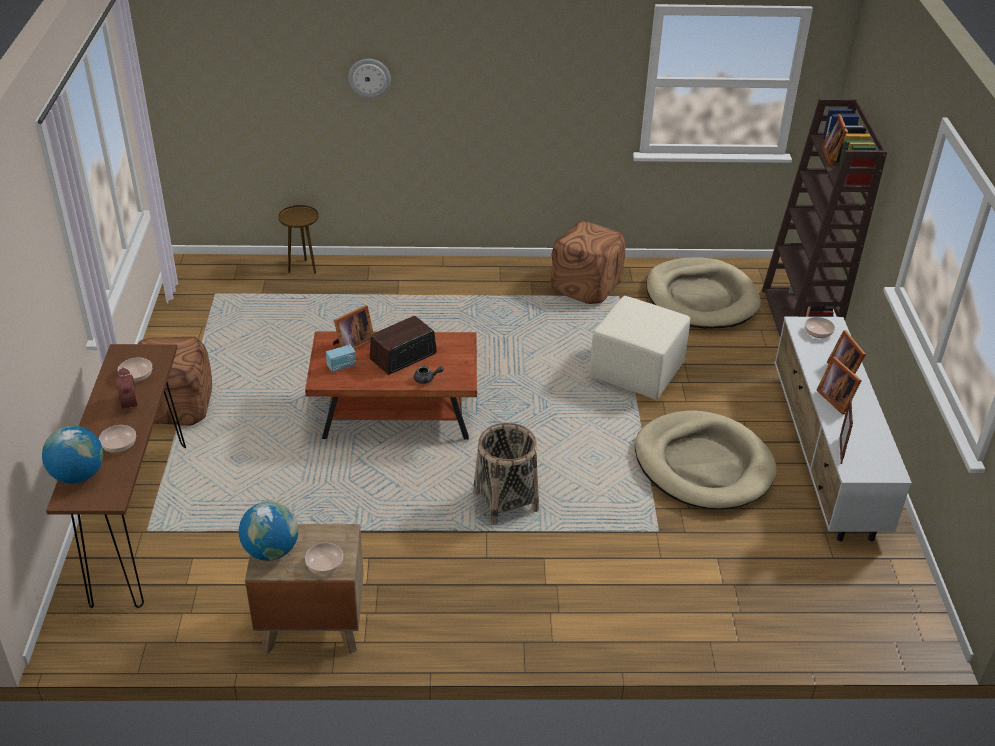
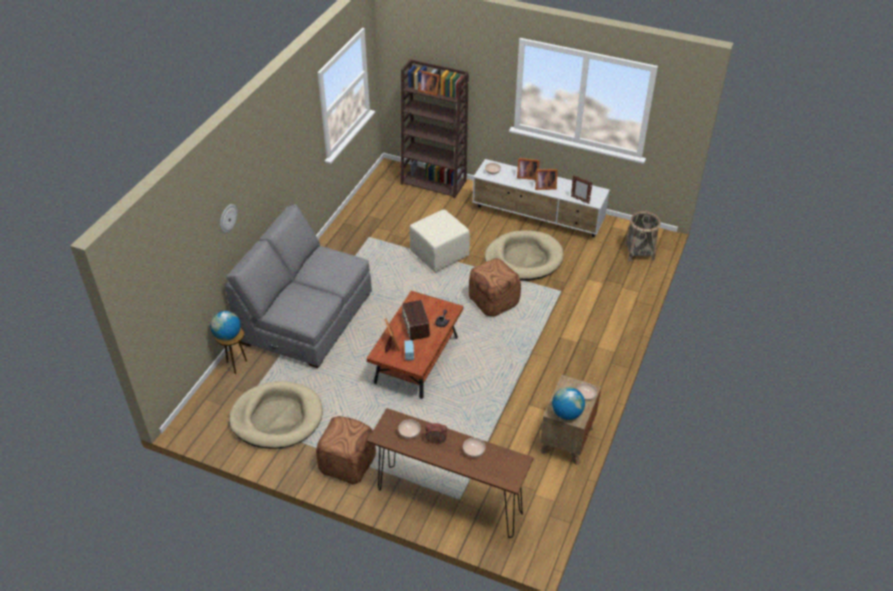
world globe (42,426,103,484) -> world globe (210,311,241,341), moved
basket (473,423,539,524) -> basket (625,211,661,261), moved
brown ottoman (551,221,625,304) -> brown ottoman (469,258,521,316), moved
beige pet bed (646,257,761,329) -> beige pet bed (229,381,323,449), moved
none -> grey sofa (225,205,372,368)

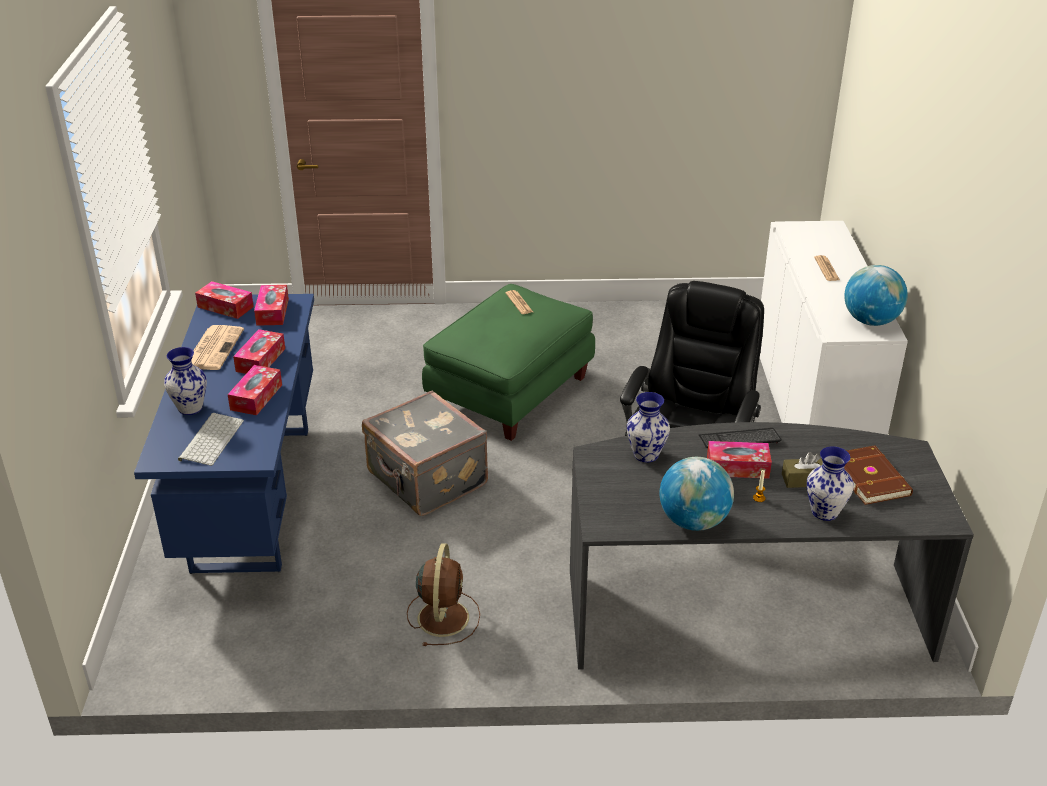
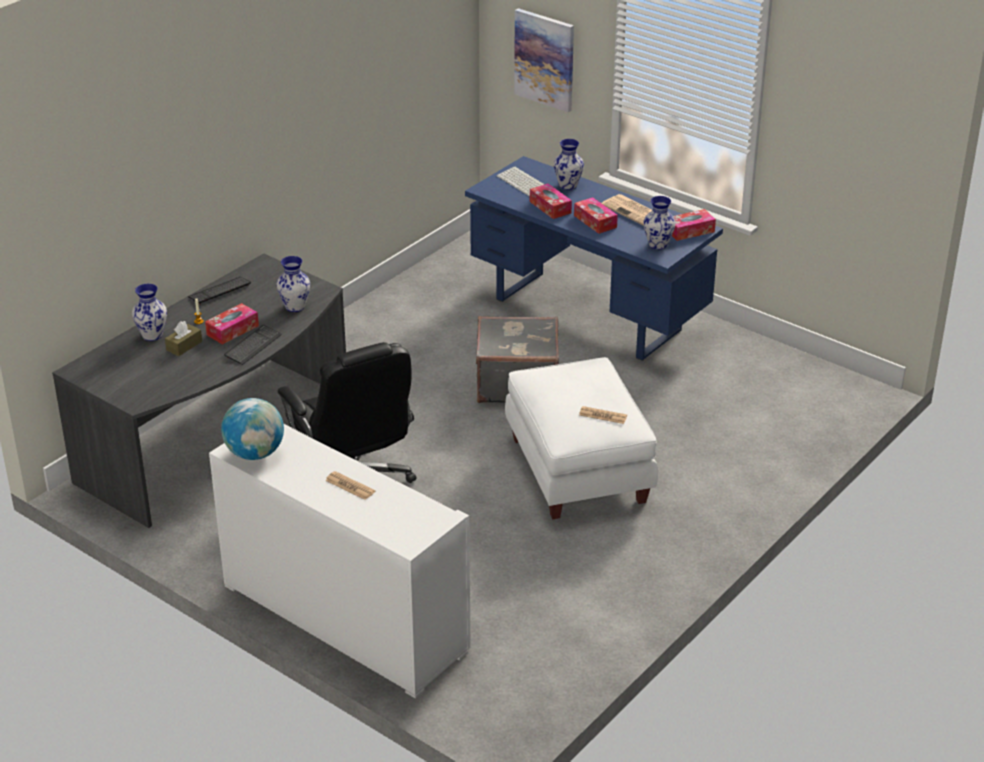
tissue box (254,285,289,326) -> decorative vase (643,196,676,250)
brown cooling fan (407,543,480,646) -> none
greenish ottoman (422,284,595,441) -> white-coloured ottoman (505,357,658,519)
world globe (660,457,734,531) -> keyboard (188,277,251,304)
brown volume (844,445,913,505) -> none
none -> picture (514,8,574,112)

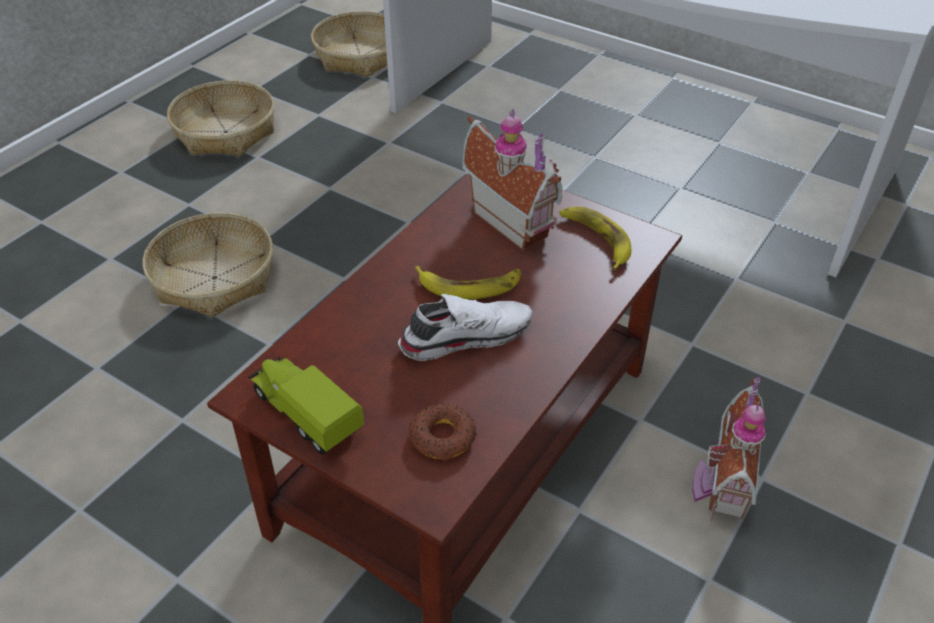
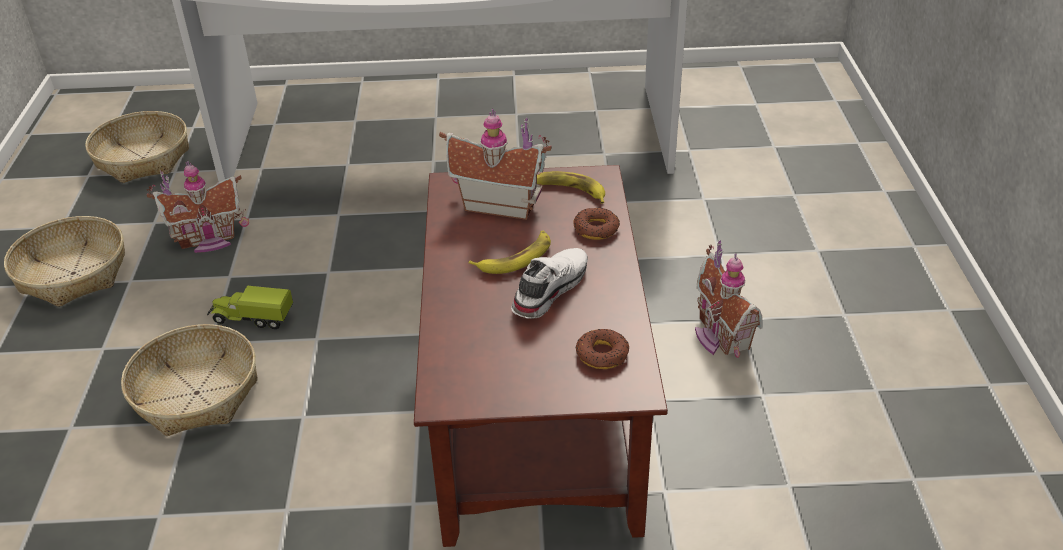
toy lorry (248,357,364,455) -> toy lorry (207,286,293,329), moved
none -> model house (147,161,249,253)
none -> doughnut (573,208,620,240)

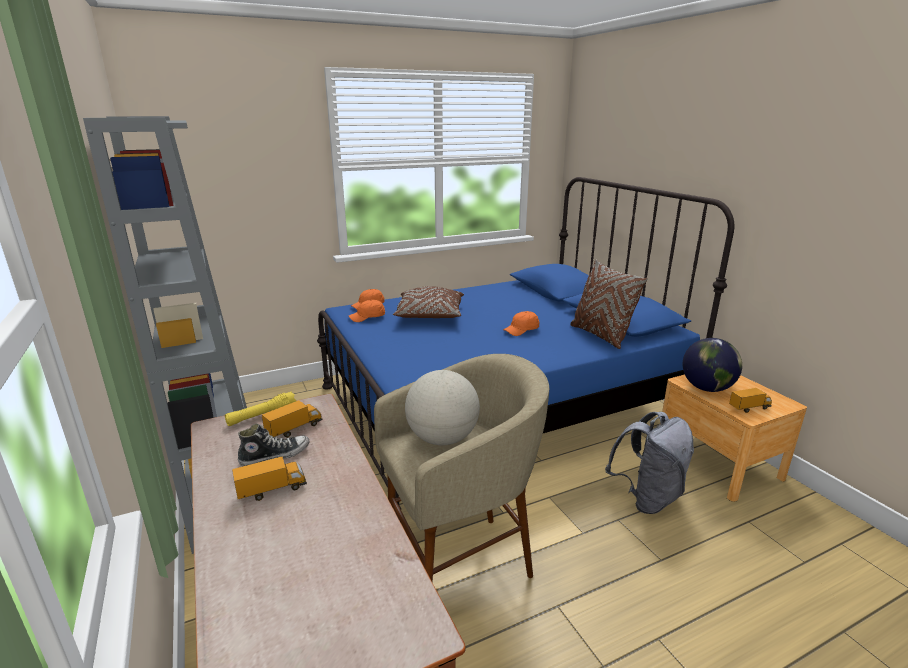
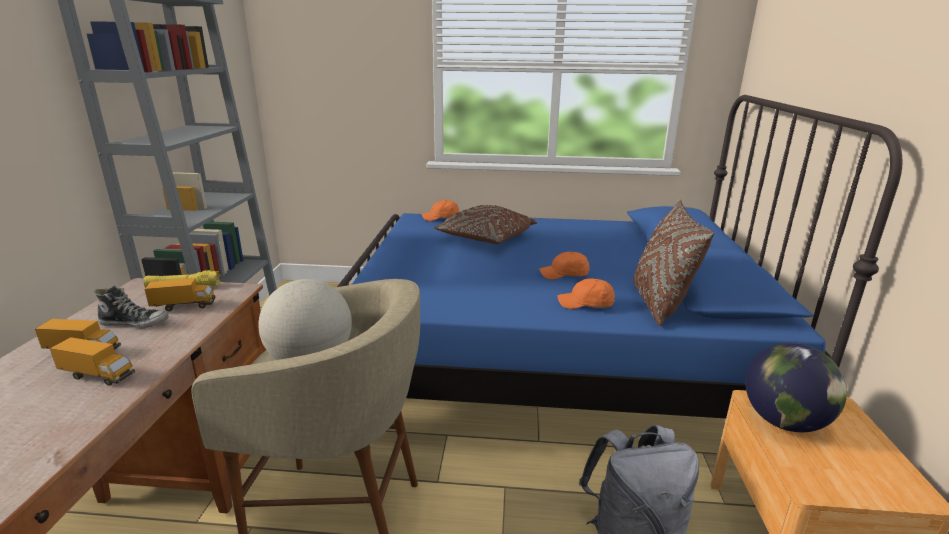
orange-coloured cap (349,300,385,322) -> orange-coloured cap (557,278,615,309), moved
toy lorry (729,388,772,413) -> toy lorry (50,337,135,386), moved

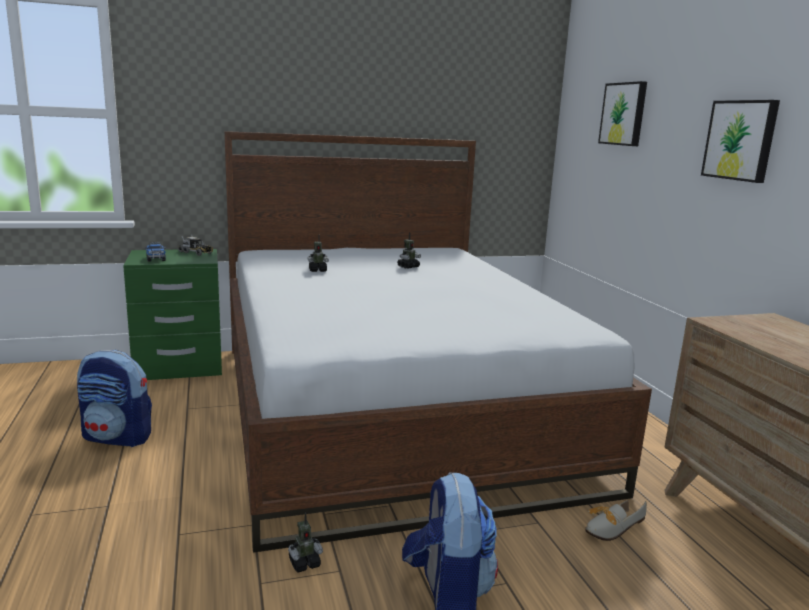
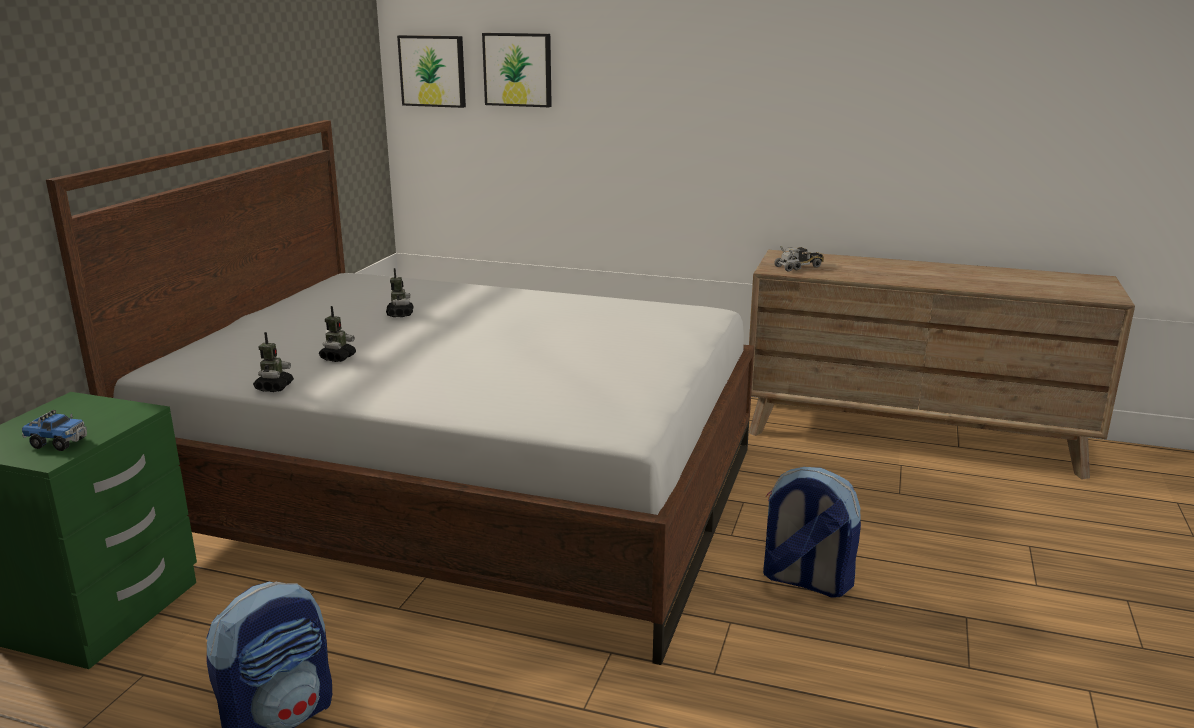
toy lorry (178,235,213,256) -> toy lorry (774,246,824,272), moved
toy robot (288,513,323,572) -> toy robot (253,332,294,392), moved
low shoe (585,500,647,541) -> none
picture (701,100,780,183) -> picture (397,35,466,108), moved

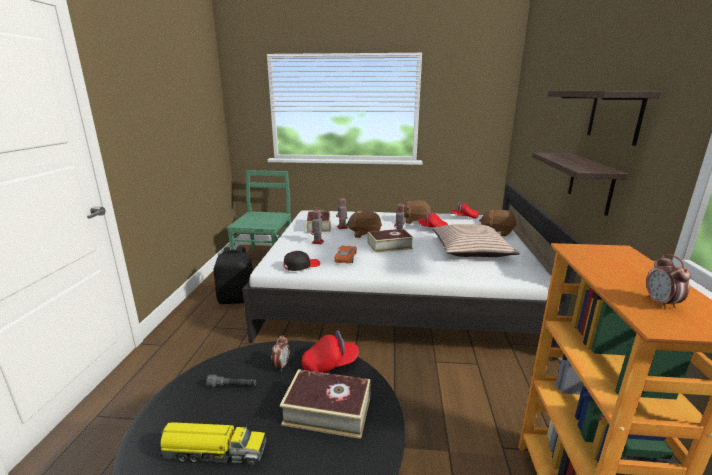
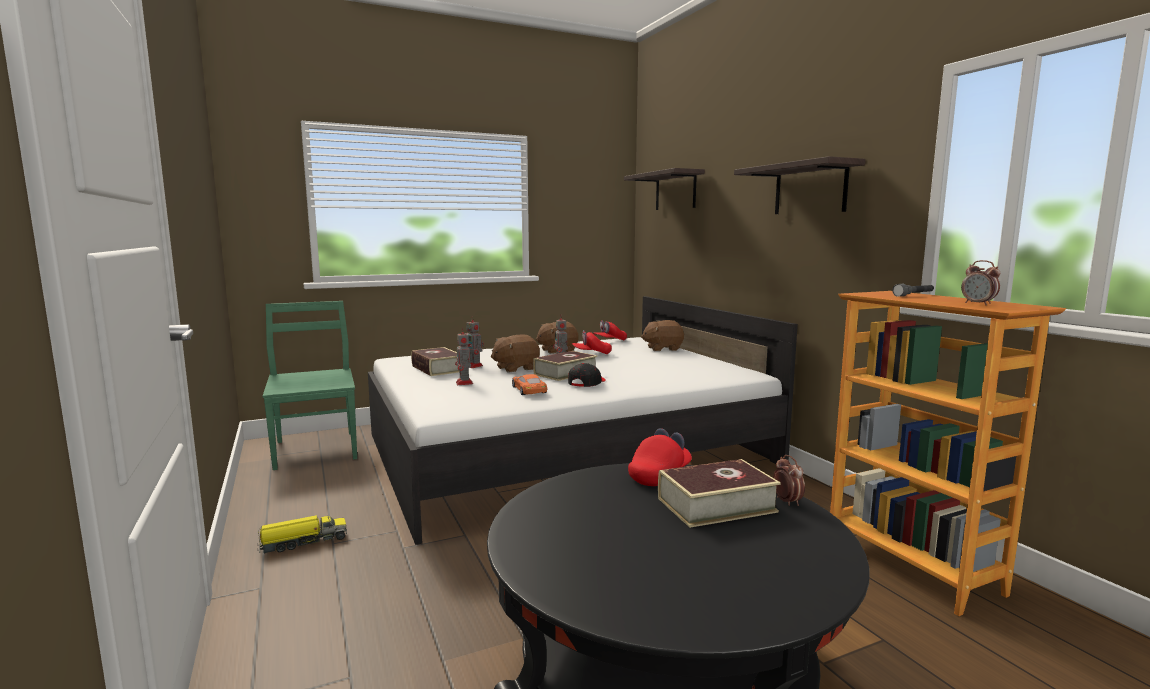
toy lorry (159,422,266,466) -> toy lorry (257,515,347,553), moved
grey hand torch (206,375,256,387) -> grey hand torch (892,284,934,297), moved
blackish rucksack (214,247,253,304) -> none
alarm clock (271,335,289,371) -> alarm clock (773,455,805,506), moved
blackish cap (284,251,320,271) -> blackish cap (568,363,606,387), moved
throw pillow (432,224,520,257) -> none
shelf (532,153,628,216) -> shelf (624,168,705,210), moved

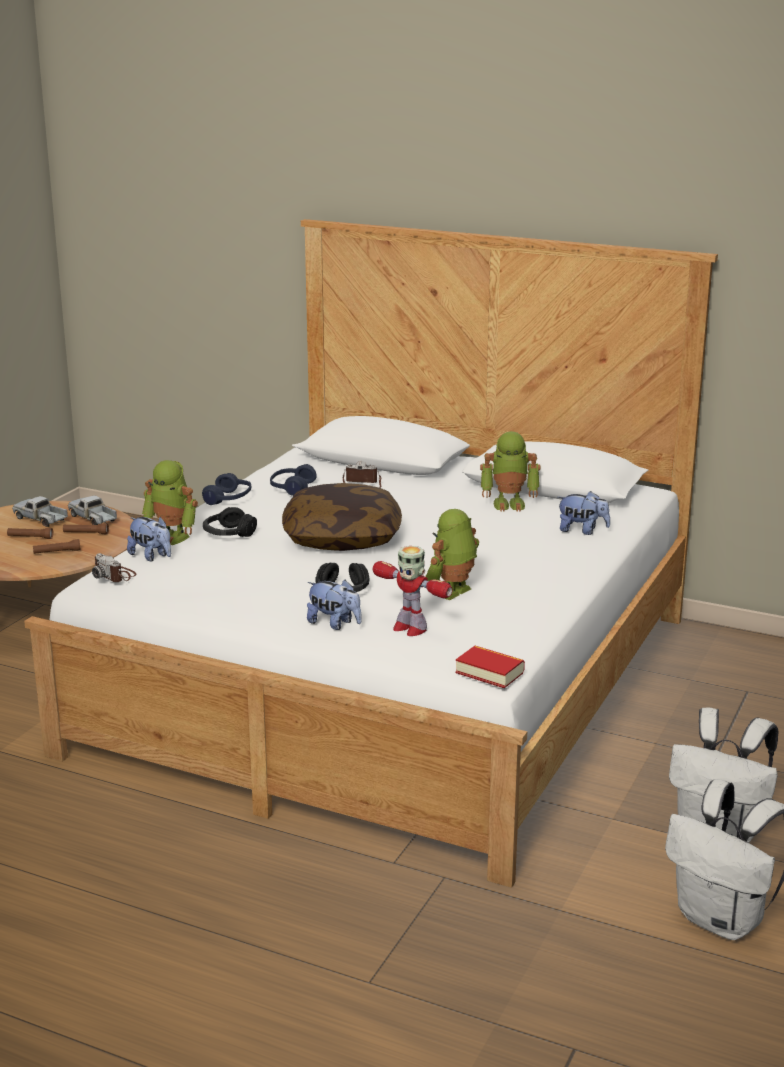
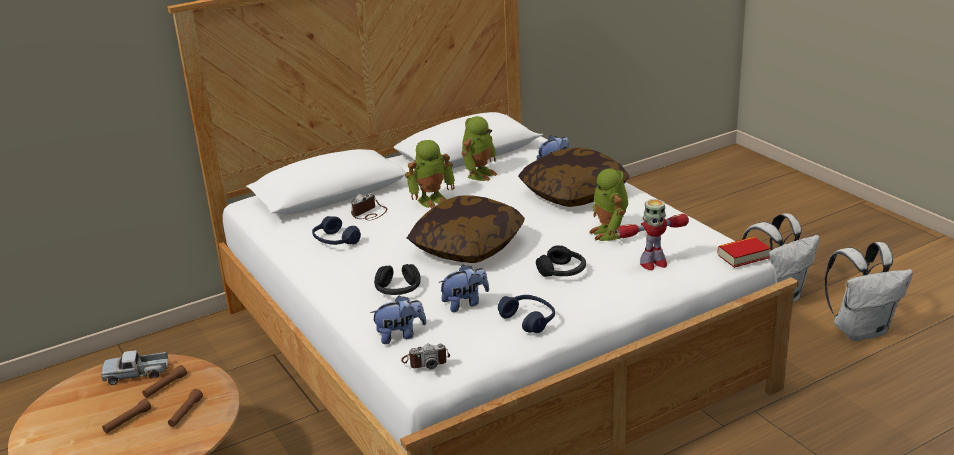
toy lorry (12,496,68,527) -> none
toy robot (142,460,198,545) -> toy robot (405,140,455,209), moved
blue headset (202,473,251,505) -> blue headset (498,295,555,333), moved
soft toy (307,580,362,630) -> soft toy (439,265,489,312), moved
none -> throw pillow (518,147,630,207)

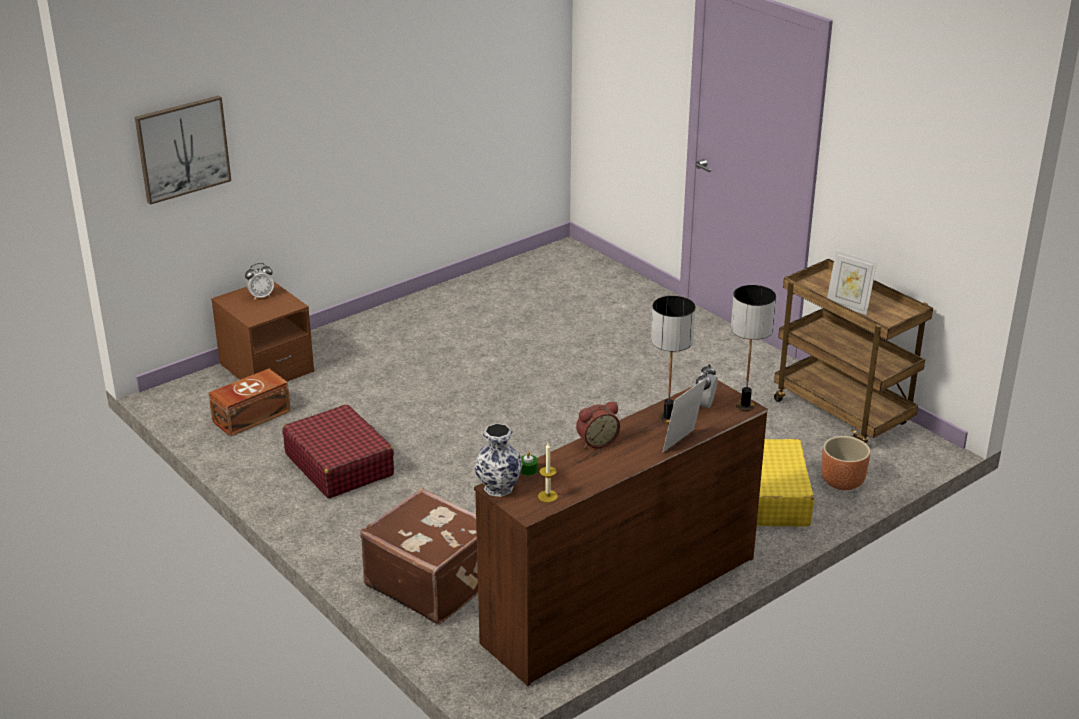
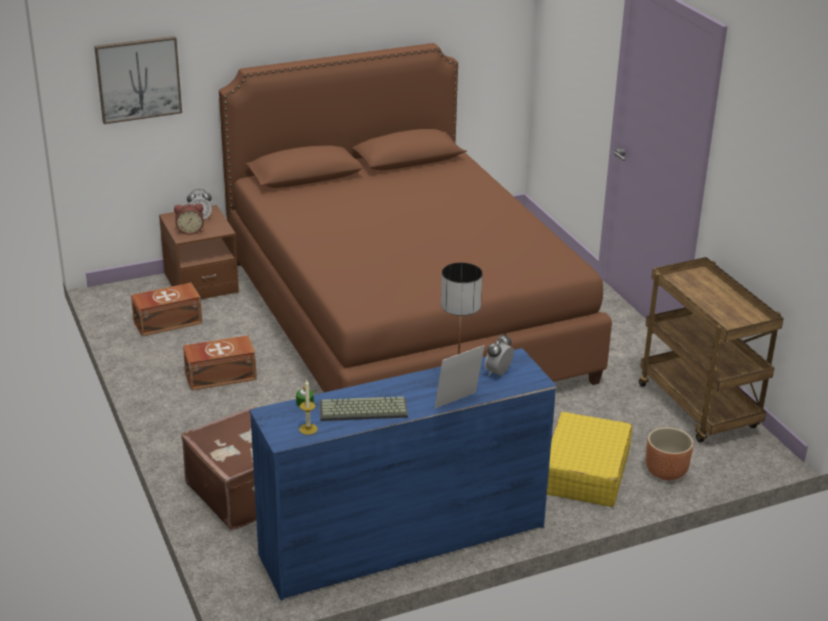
reddish piece of luggage (282,404,394,498) -> brown storage container (183,335,257,391)
brown dresser (474,380,768,686) -> blue dresser (249,348,557,601)
decorative vase (474,423,523,497) -> none
alarm clock (576,402,620,448) -> alarm clock (174,204,204,235), moved
lamp for a table (731,285,776,411) -> none
photo frame (827,250,877,315) -> none
none -> brown bedroom bed (219,43,612,393)
none -> keyboard (319,396,408,421)

